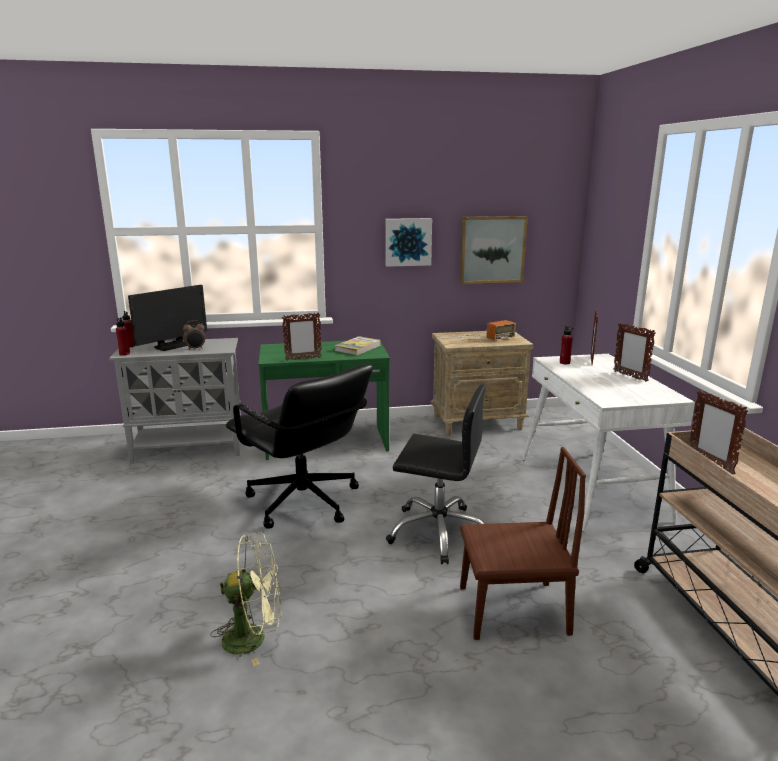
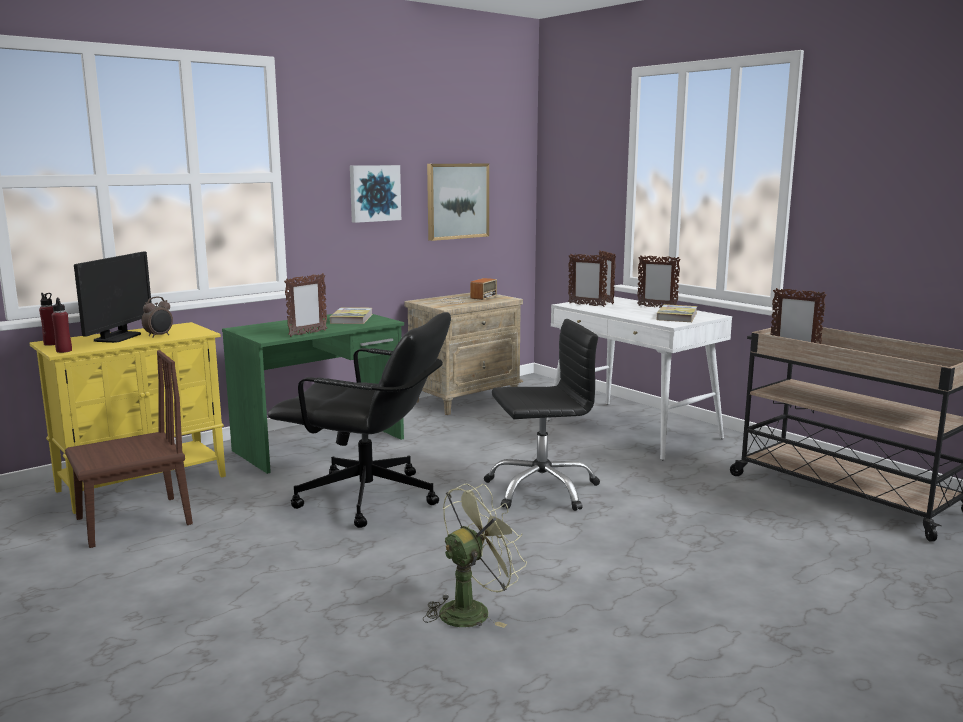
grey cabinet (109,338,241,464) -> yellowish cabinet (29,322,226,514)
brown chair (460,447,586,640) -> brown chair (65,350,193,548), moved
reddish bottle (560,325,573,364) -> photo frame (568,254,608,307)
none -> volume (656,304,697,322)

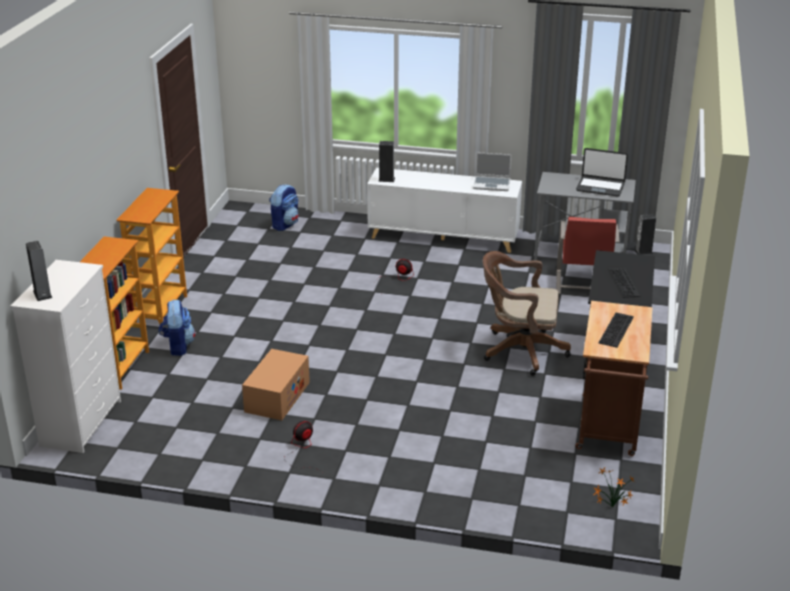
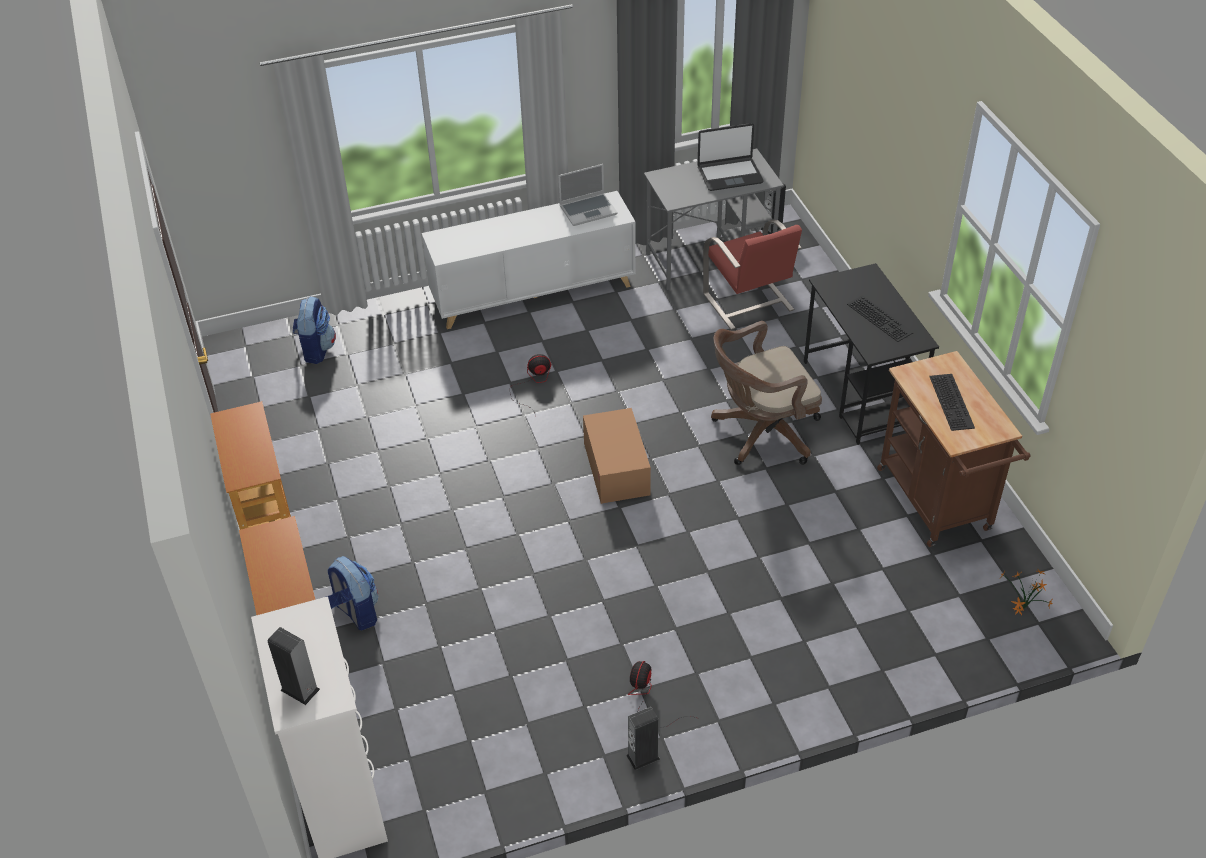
carton (242,349,310,420) -> carton (583,408,651,504), moved
speaker (378,141,395,182) -> speaker (626,707,660,770), moved

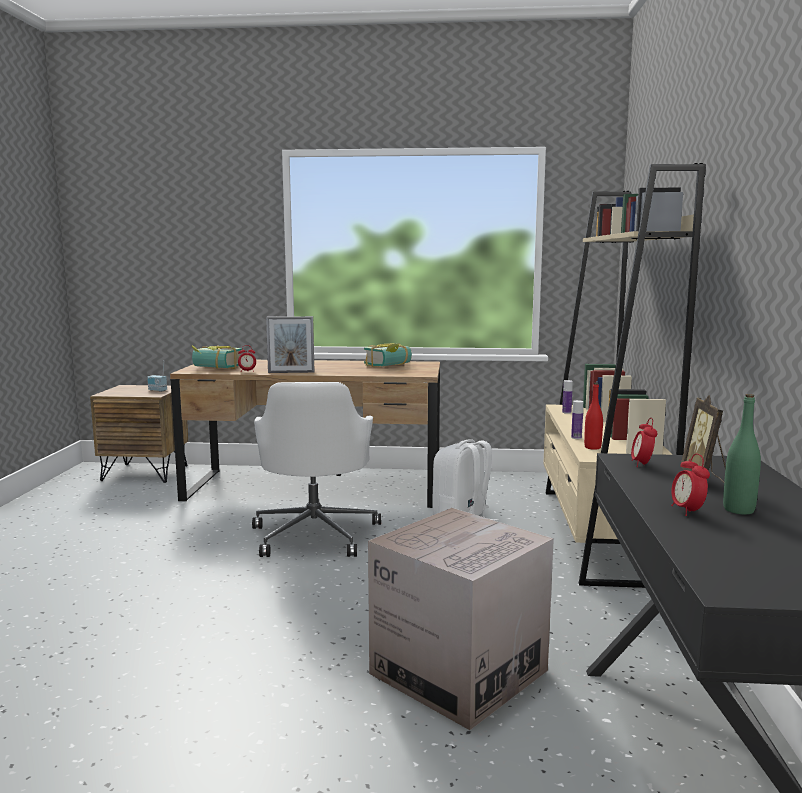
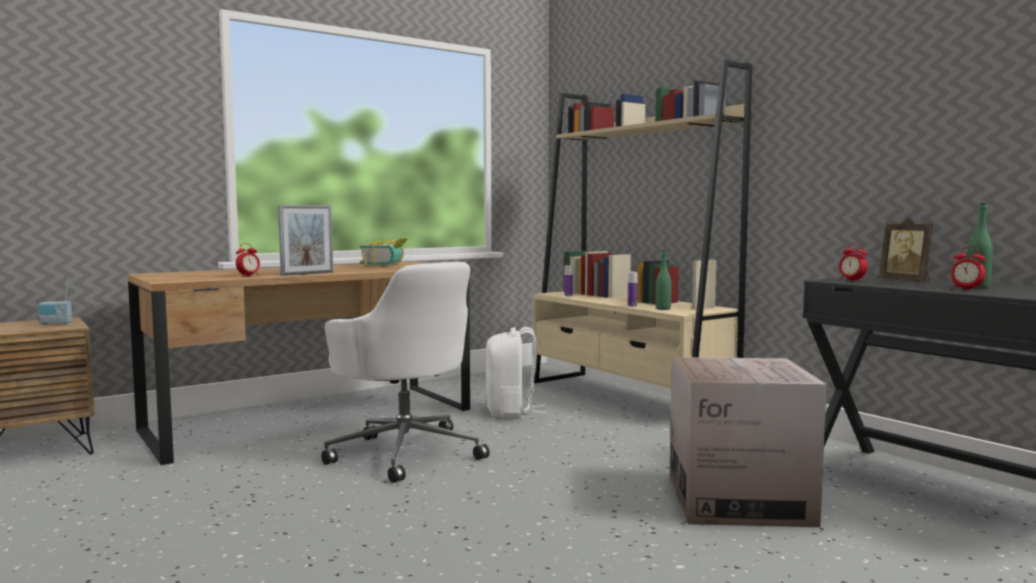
volume (192,345,242,369) -> none
reddish bottle (584,383,603,450) -> greenish bottle (655,250,672,310)

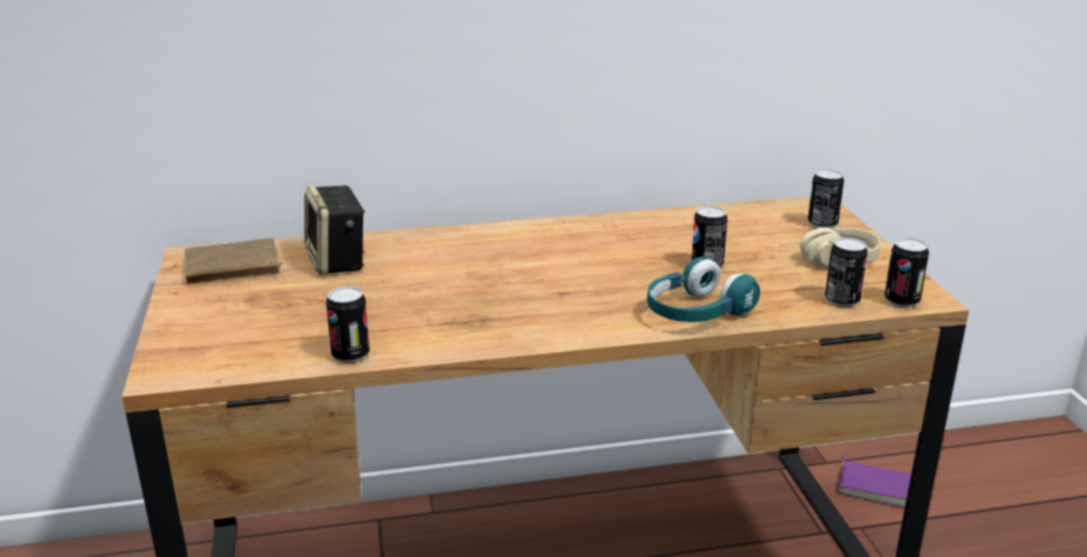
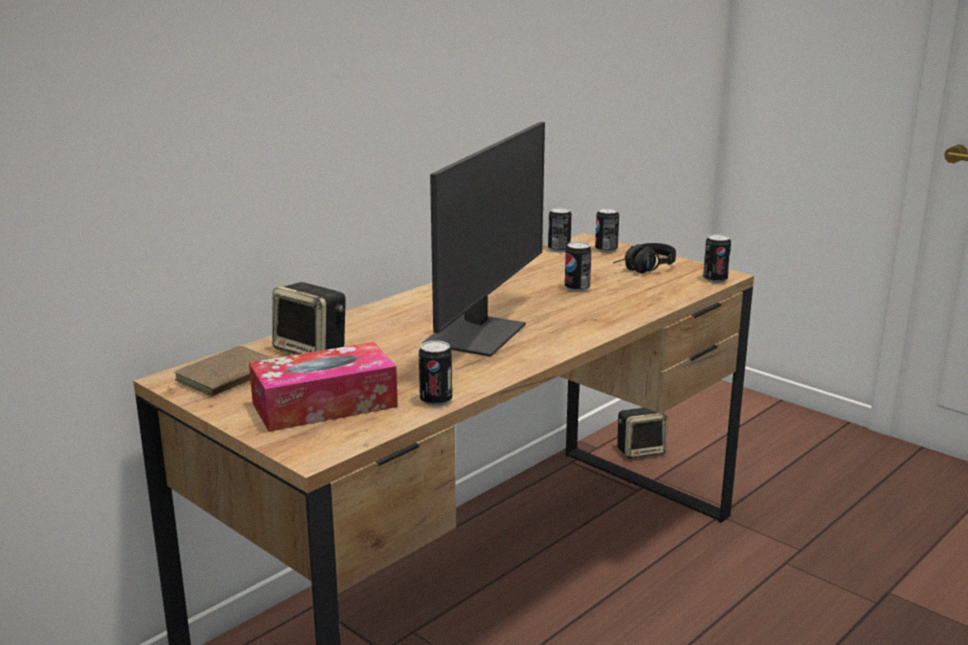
turquoise-coloured headset (647,256,760,322) -> none
beige headset (779,227,881,267) -> blackish headset (613,243,676,273)
can (825,237,868,307) -> can (548,207,572,252), moved
purplish volume (837,453,911,508) -> speaker (617,408,668,459)
none -> tissue box (249,342,398,432)
none -> monitor (422,122,545,357)

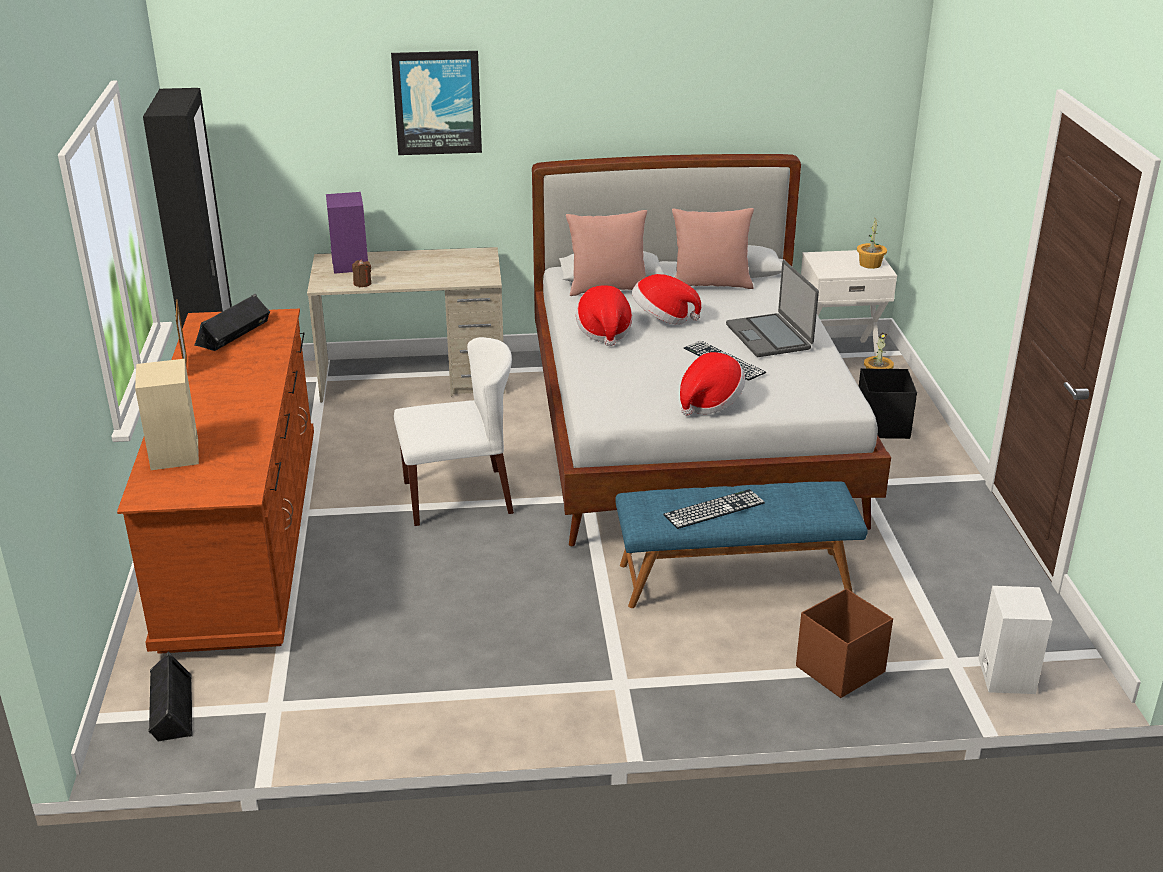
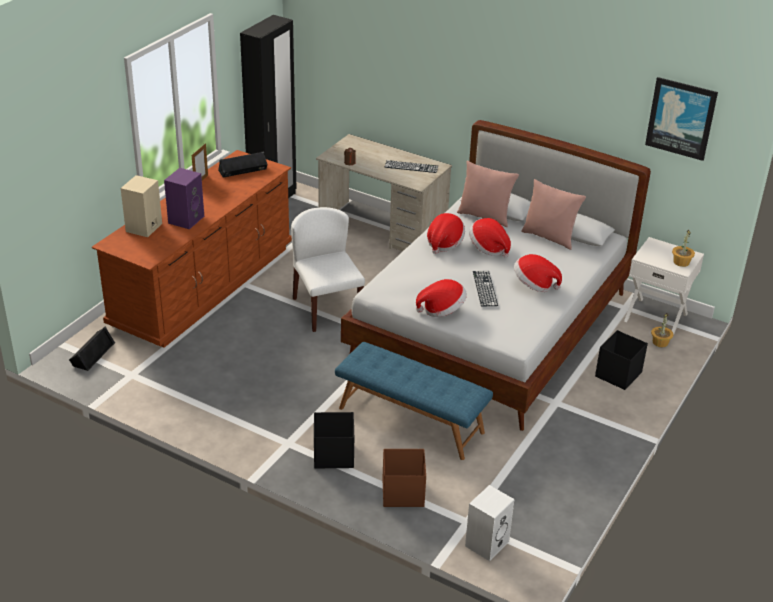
purplish speaker (326,192,368,274) -> purplish speaker (164,168,204,229), moved
picture (391,51,482,155) -> picture (645,77,718,161), moved
white-coloured chair (394,337,514,526) -> white-coloured chair (291,207,365,332), 135 degrees counterclockwise
keyboard (663,489,765,529) -> keyboard (384,160,438,173), moved
notebook computer (726,260,819,357) -> wearable hat (514,254,562,292)
none -> blackish storage container (314,412,354,468)

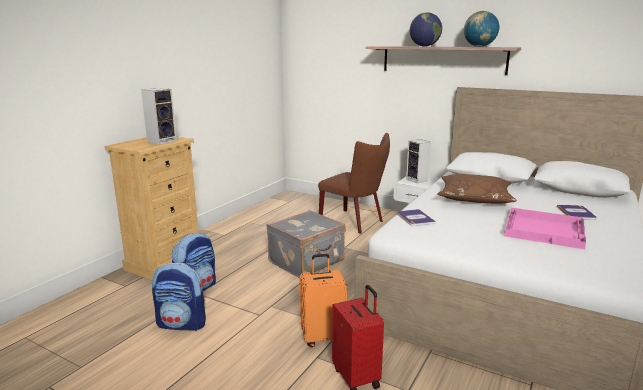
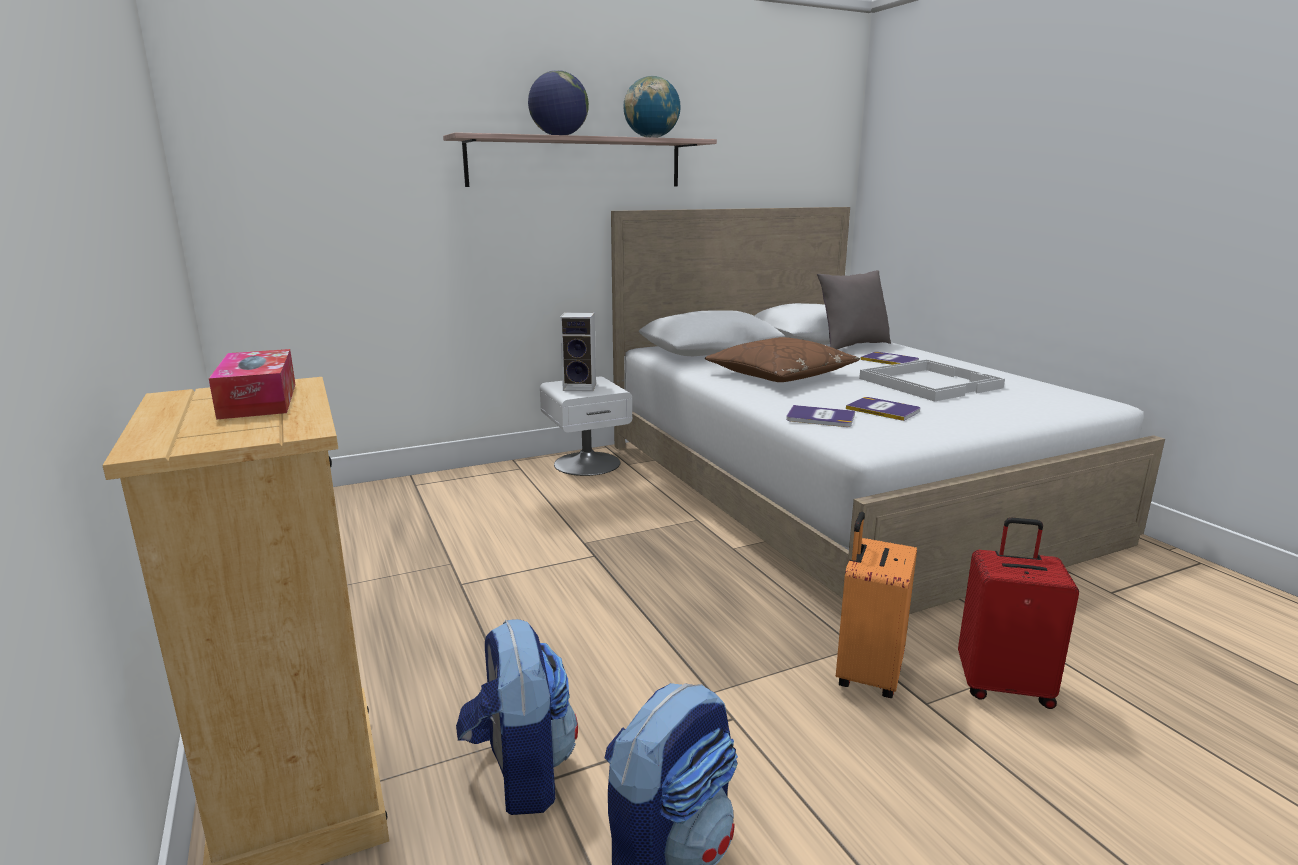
speaker (141,88,177,144) -> tissue box (209,349,296,420)
grey piece of luggage (266,210,345,278) -> none
brown chair (318,133,390,234) -> none
pink serving tray (504,208,586,249) -> white-coloured serving tray (859,359,1005,402)
none -> grey throw pillow (817,270,891,350)
none -> volume (846,397,920,421)

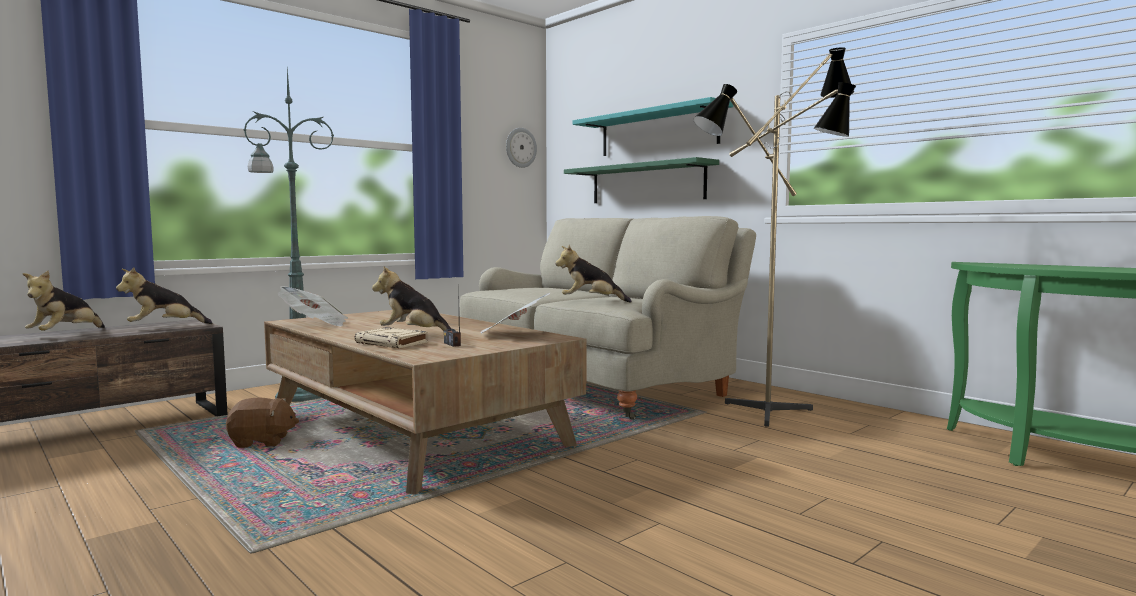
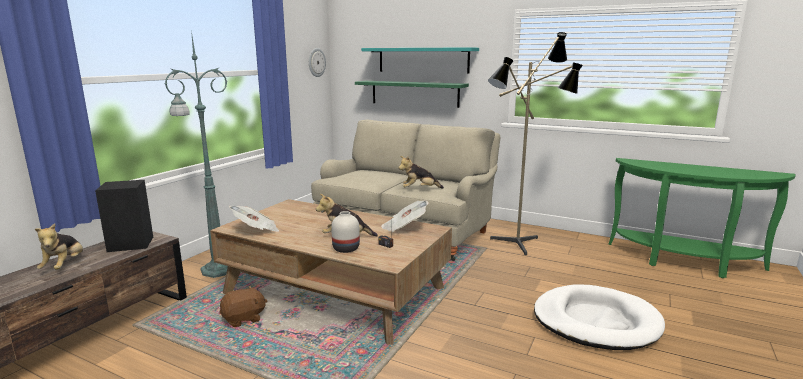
soft toy (116,267,213,324) -> blackish speaker (95,180,153,252)
beige volume (355,327,428,348) -> white-coloured decorative vase (331,211,360,253)
none -> white-coloured pet bed (534,284,665,350)

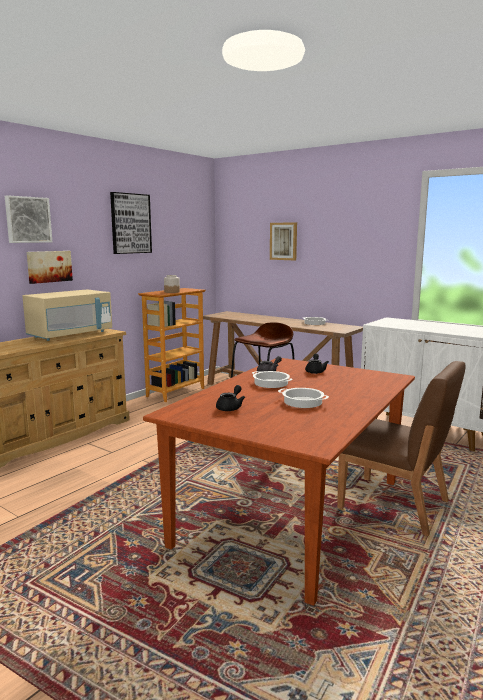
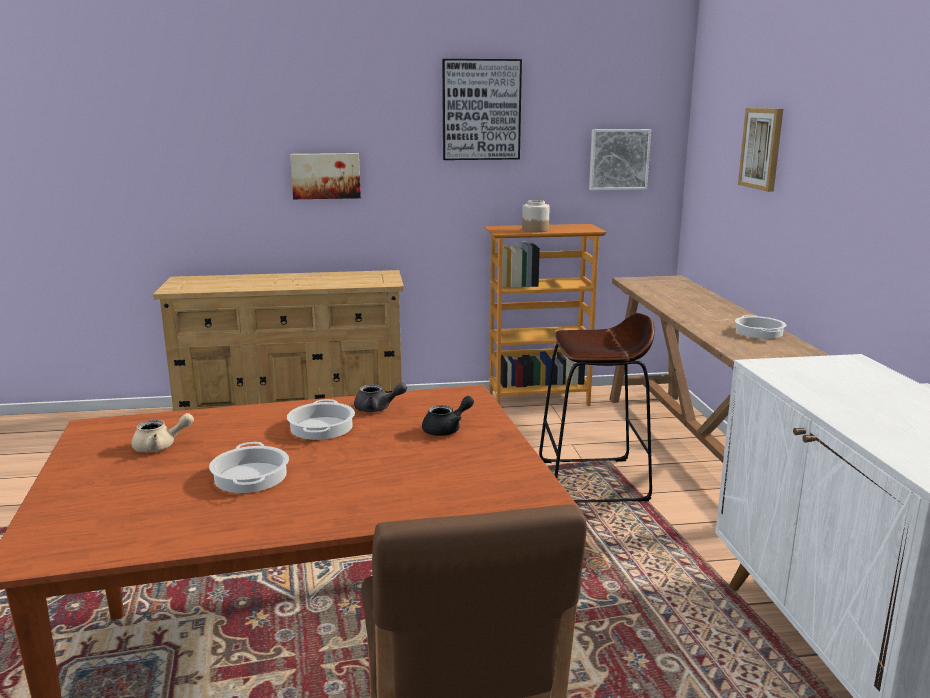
picture (5,195,52,243) -> picture (589,129,651,190), moved
beige microwave (22,289,112,341) -> none
blackish tea pot (216,385,245,411) -> beige tea pot (132,413,194,452)

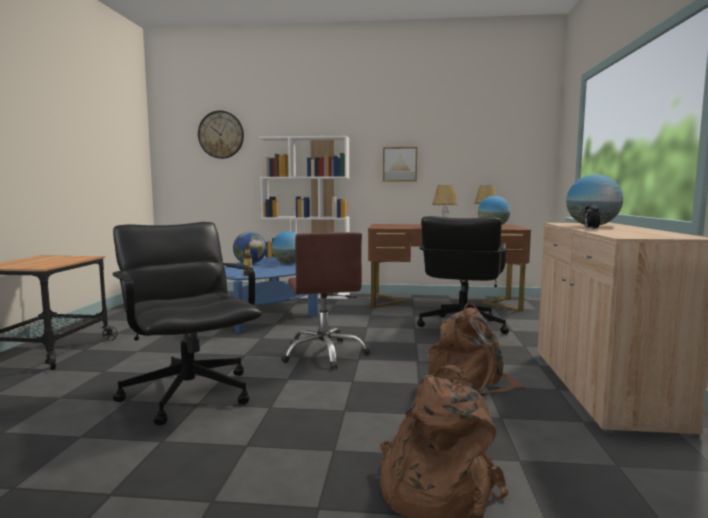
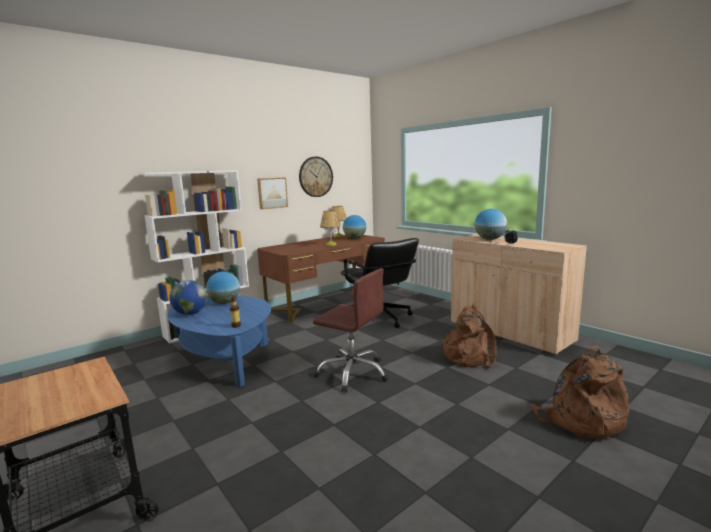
blackish computer chair (113,222,262,425) -> none
hanging clock (198,110,244,159) -> hanging clock (299,157,333,197), moved

